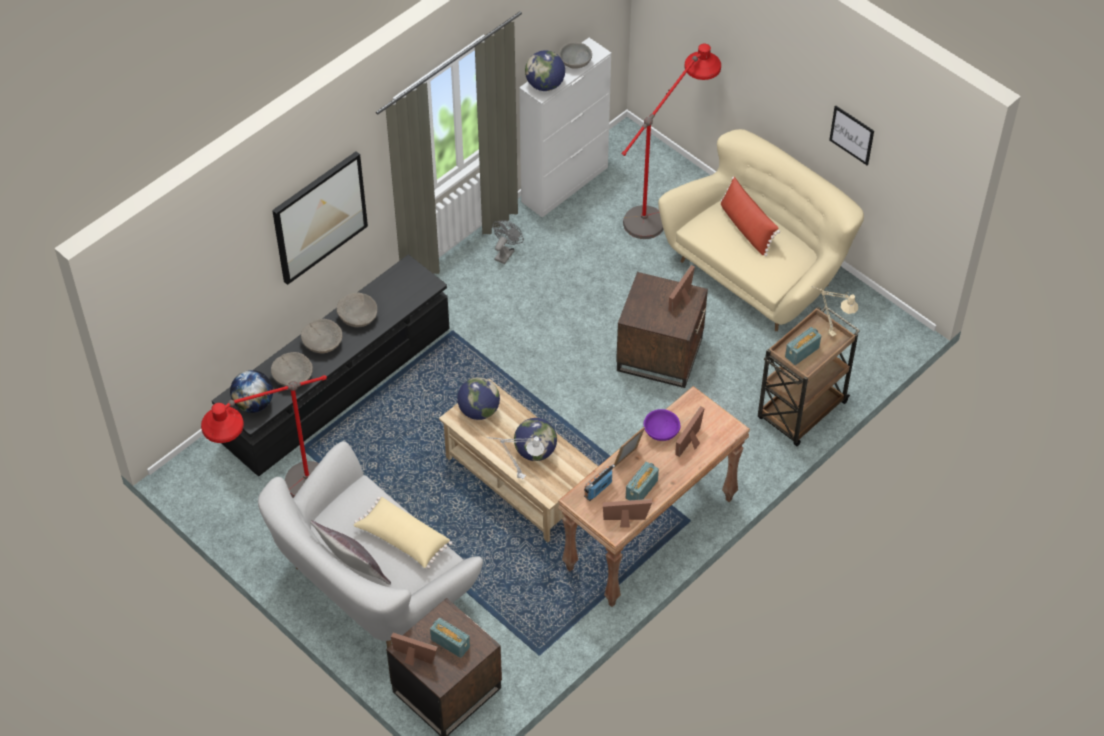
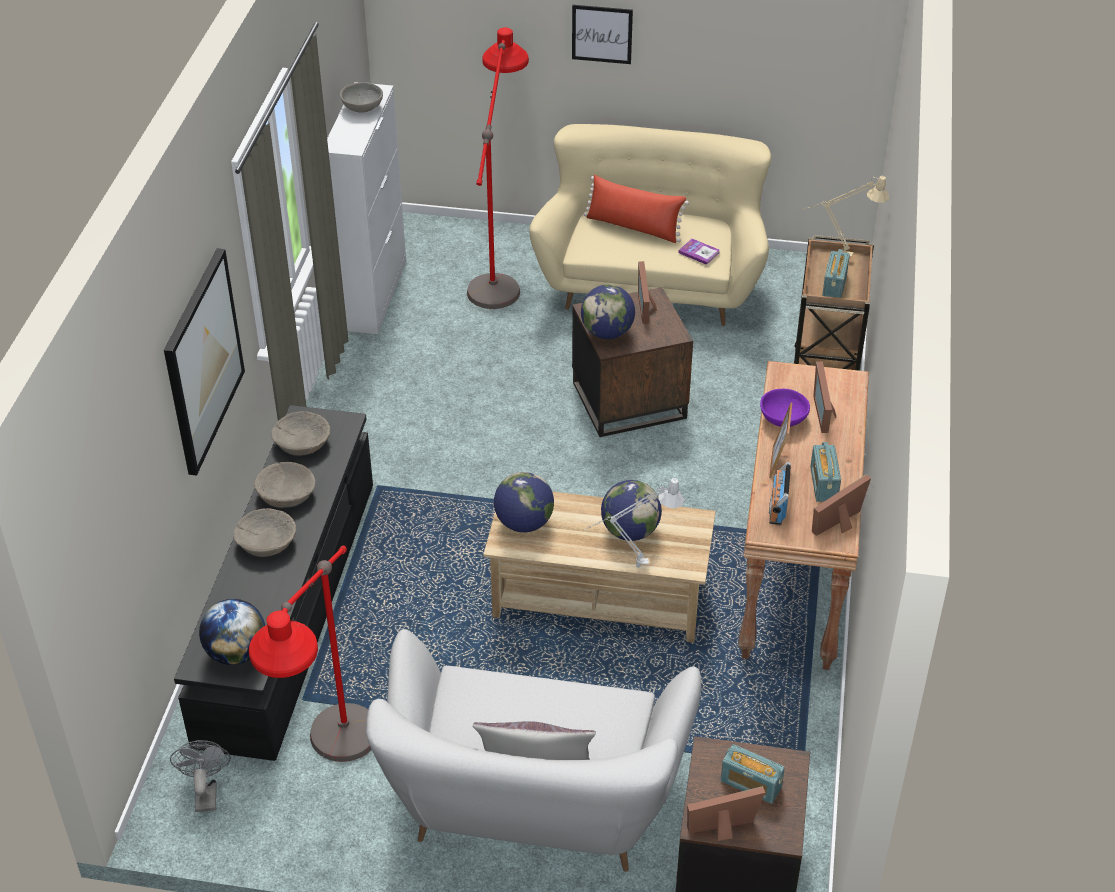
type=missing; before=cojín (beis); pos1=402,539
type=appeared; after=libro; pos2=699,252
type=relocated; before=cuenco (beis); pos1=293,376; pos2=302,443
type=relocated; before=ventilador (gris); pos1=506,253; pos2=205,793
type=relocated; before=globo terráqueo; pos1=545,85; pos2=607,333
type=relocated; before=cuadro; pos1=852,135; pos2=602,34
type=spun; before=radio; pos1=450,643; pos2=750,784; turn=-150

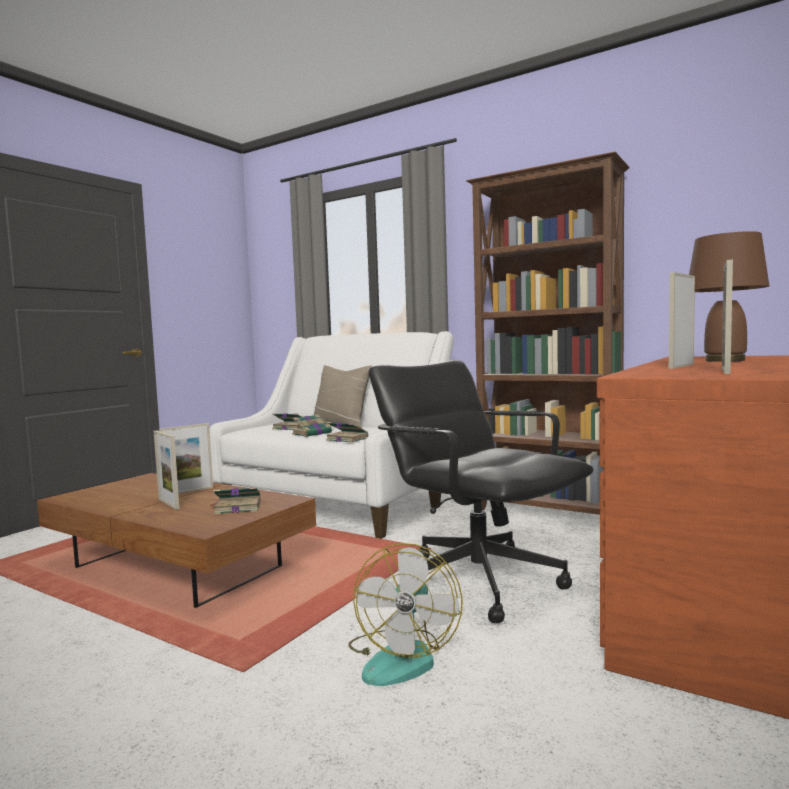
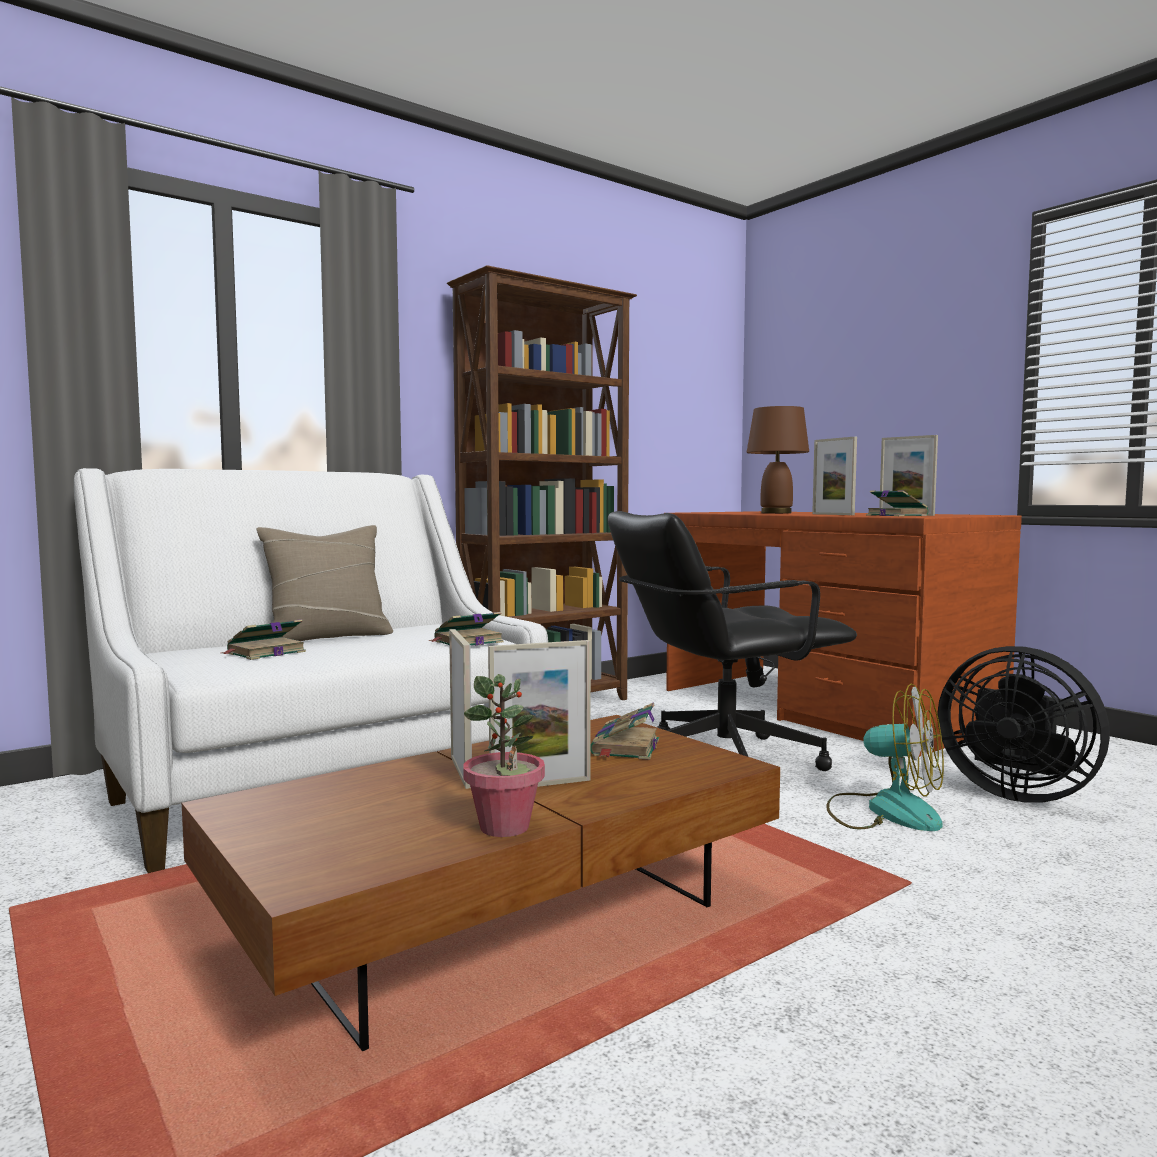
type=appeared; after=planta en maceta; pos2=505,827
type=appeared; after=ventilador (negro); pos2=1015,793
type=relocated; before=libro; pos1=313,433; pos2=895,515

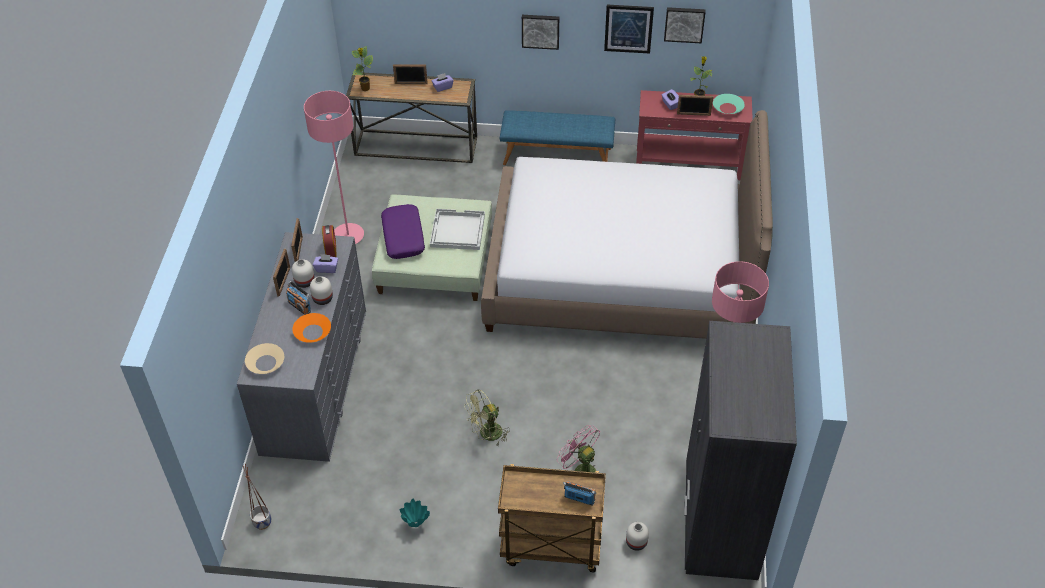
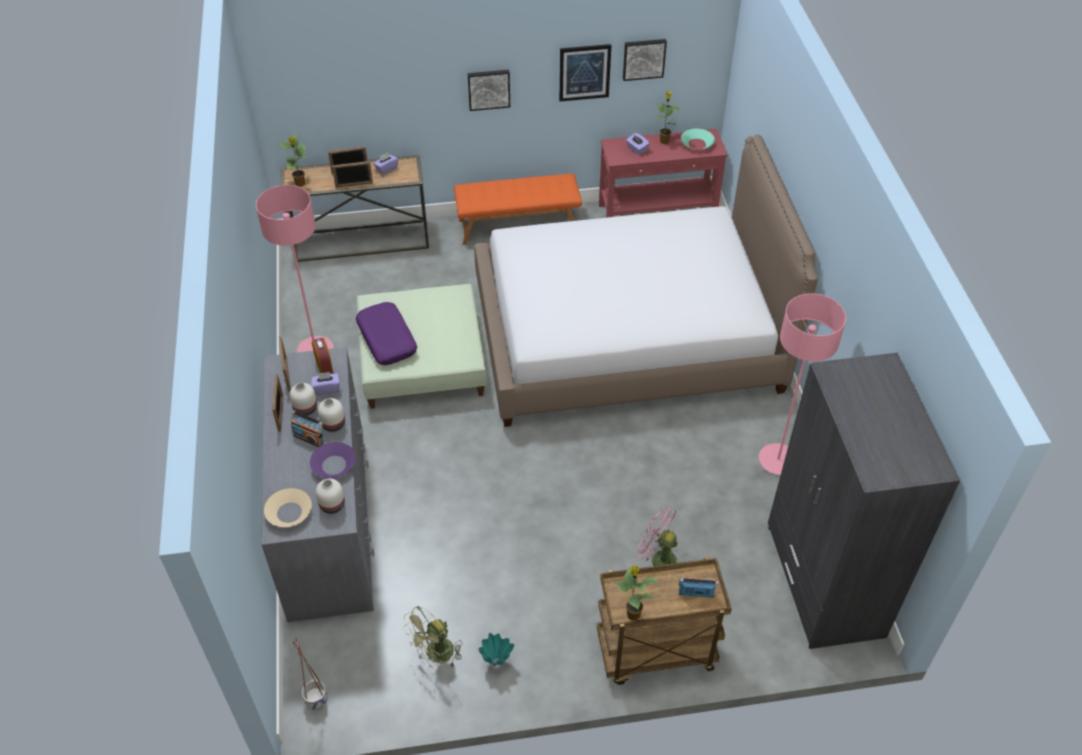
type=missing; before=bandeja (blanco); pos1=457,231
type=appeared; after=planta en maceta; pos2=632,614
type=relocated; before=ventilador (verde); pos1=486,435; pos2=435,655
type=relocated; before=florero (blanco); pos1=636,543; pos2=332,505
type=relocated; before=portarretratos; pos1=693,114; pos2=354,185
type=colour; before=cuenco (naranja); after=cuenco (morado); pos1=312,332; pos2=334,465
type=colour; before=banco (azul); after=banco (naranja); pos1=557,155; pos2=518,225

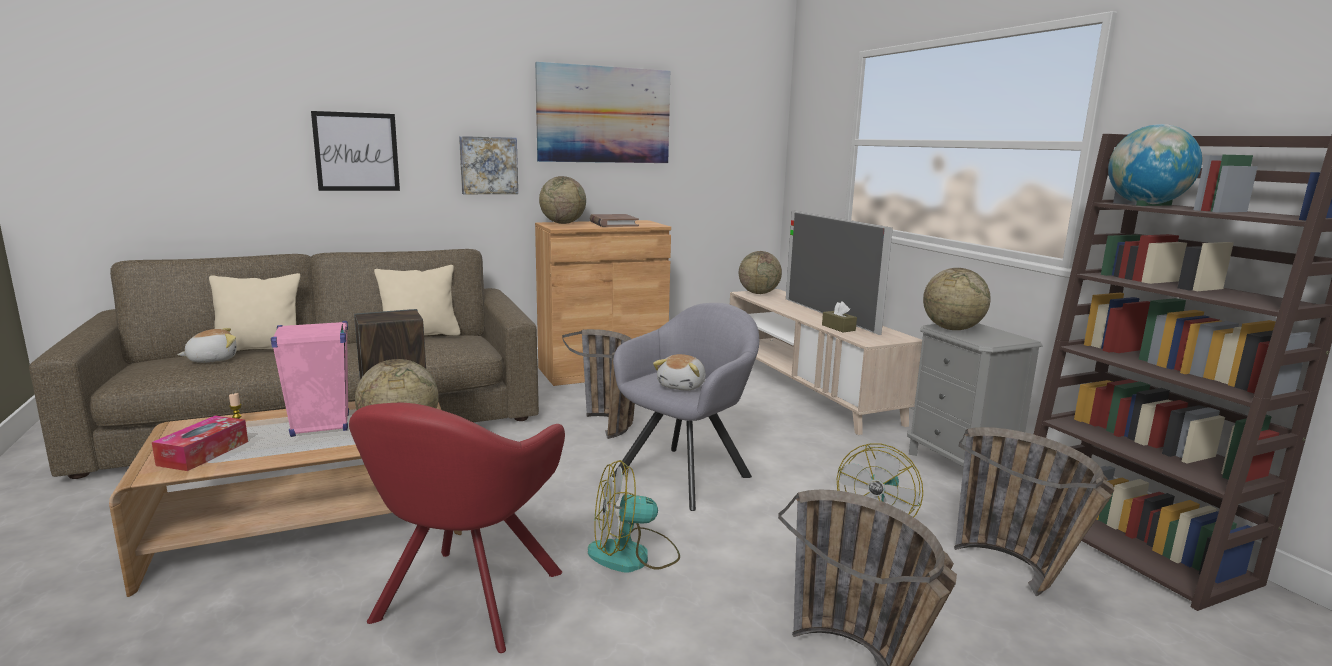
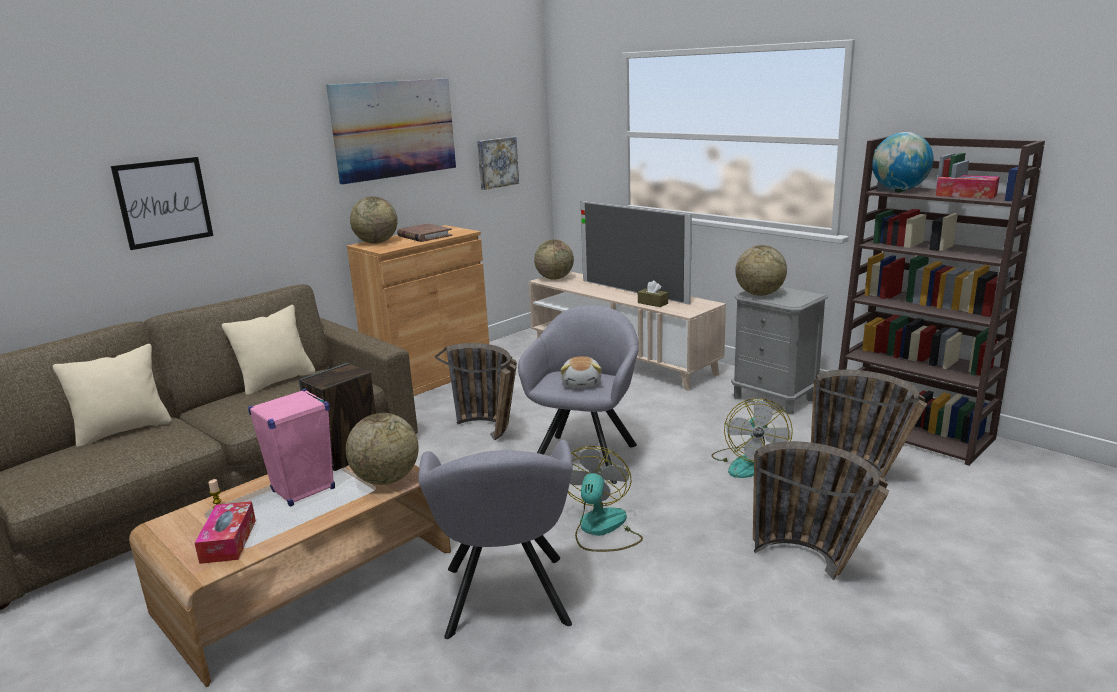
type=missing; before=peluche; pos1=212,359
type=appeared; after=caja de pañuelos; pos2=966,195
type=relocated; before=cuadro; pos1=488,165; pos2=496,162
type=colour; before=sillón (rojo); after=sillón (gris); pos1=463,602; pos2=506,601
type=spun; before=ventilador; pos1=633,555; pos2=601,529; turn=135

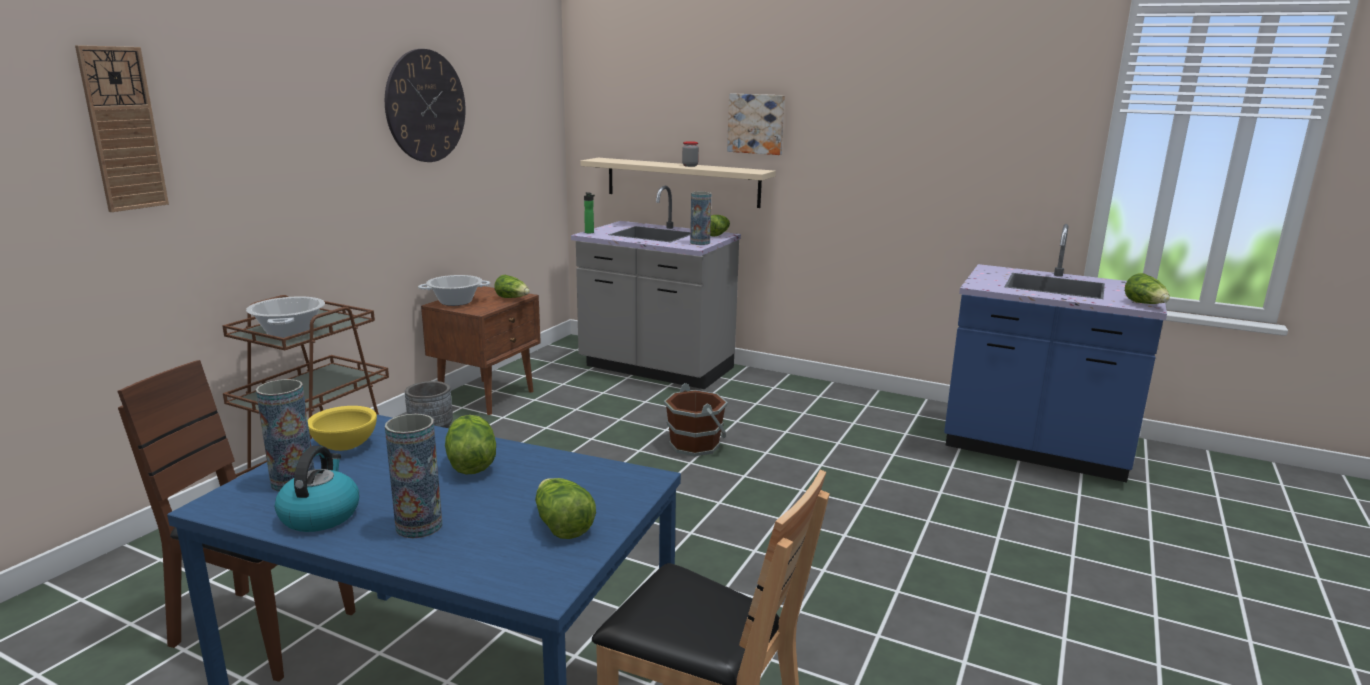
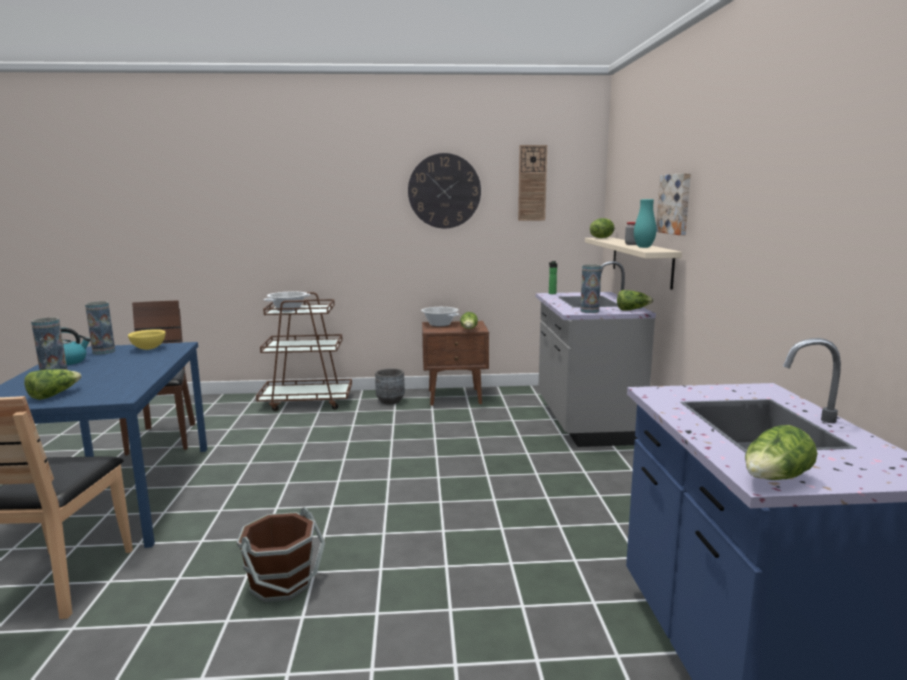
type=appeared; after=florero (turquesa); pos2=643,247
type=relocated; before=reloj de pared; pos1=123,129; pos2=532,183
type=relocated; before=lechuga; pos1=470,465; pos2=602,238
type=relocated; before=cubo (marrón); pos1=695,445; pos2=282,583

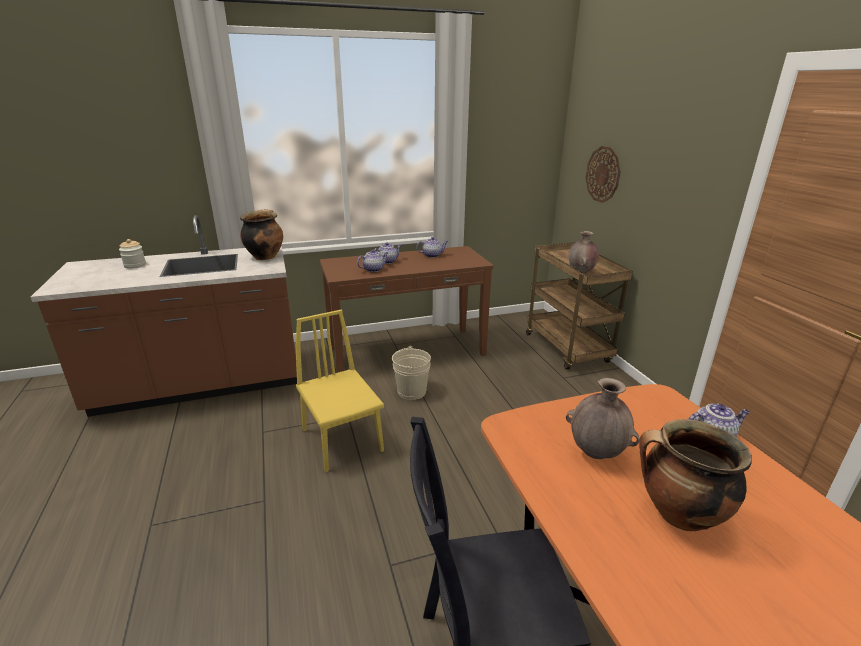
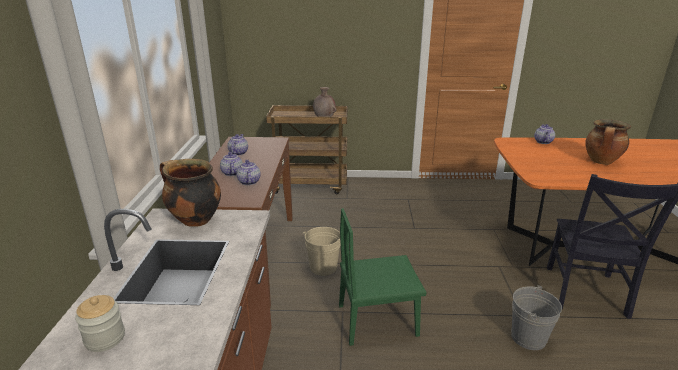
type=missing; before=florero (marrón); pos1=596,453
type=missing; before=reloj de pared; pos1=603,174
type=appeared; after=cubo (gris); pos2=528,337
type=colour; before=silla (amarillo); after=silla (verde); pos1=342,440; pos2=377,320

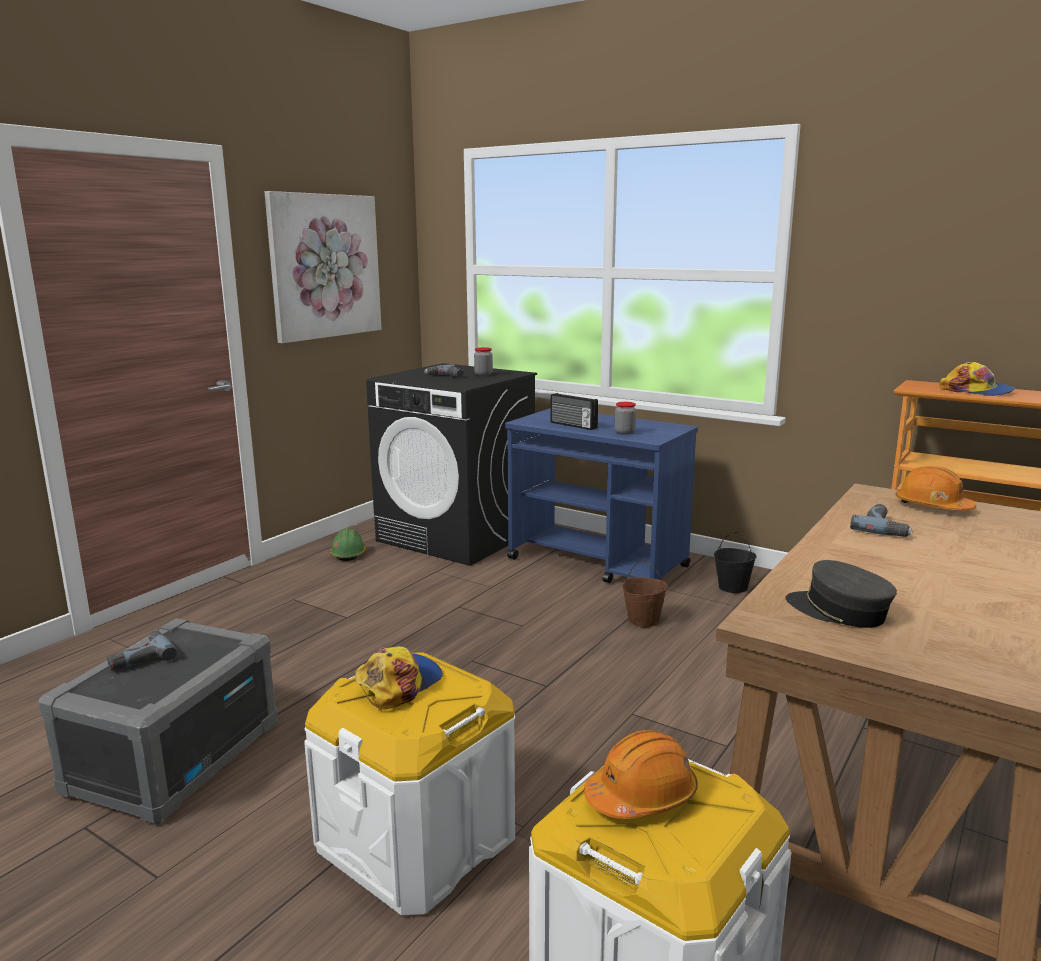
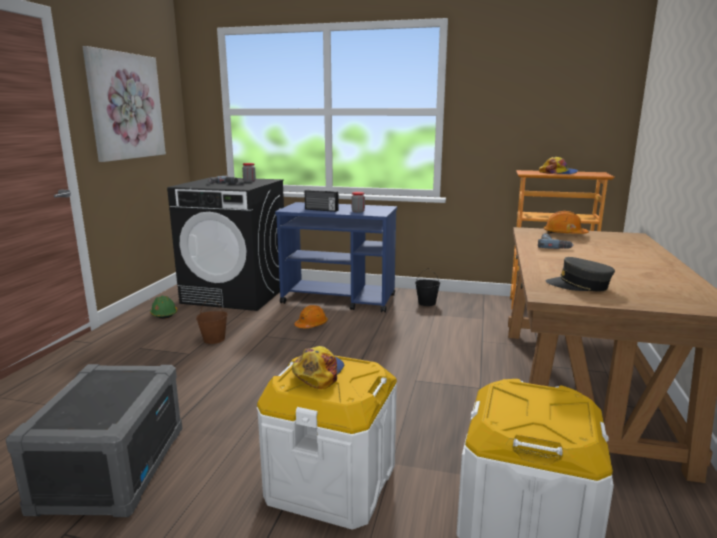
type=missing; before=taladro; pos1=139,657
type=relocated; before=casco (naranja); pos1=641,796; pos2=311,325
type=relocated; before=cubo (marrón); pos1=643,620; pos2=214,339

